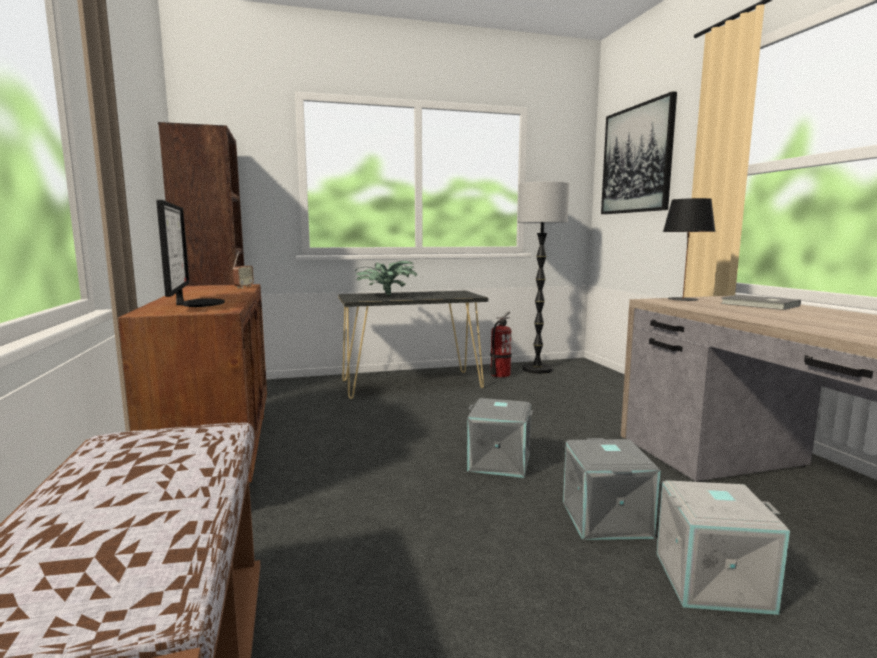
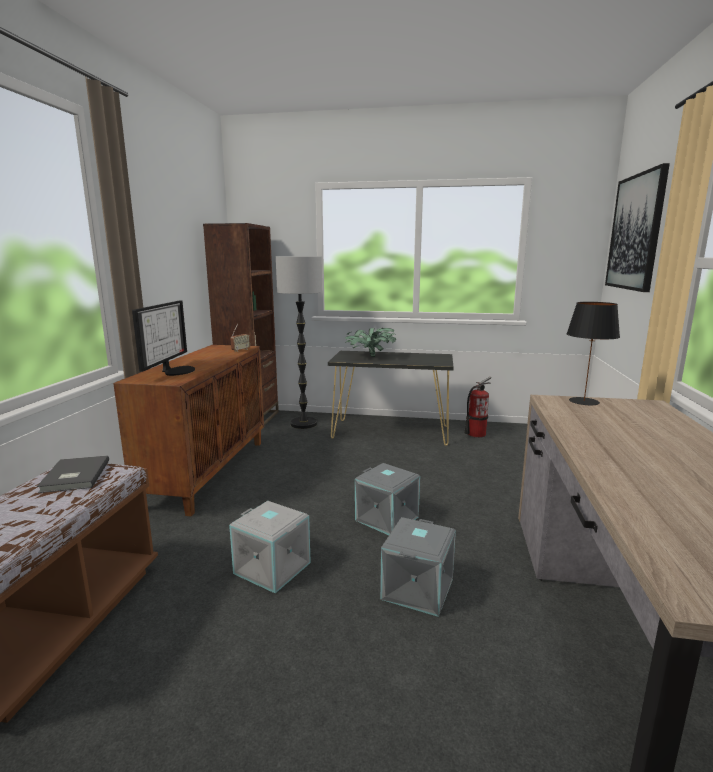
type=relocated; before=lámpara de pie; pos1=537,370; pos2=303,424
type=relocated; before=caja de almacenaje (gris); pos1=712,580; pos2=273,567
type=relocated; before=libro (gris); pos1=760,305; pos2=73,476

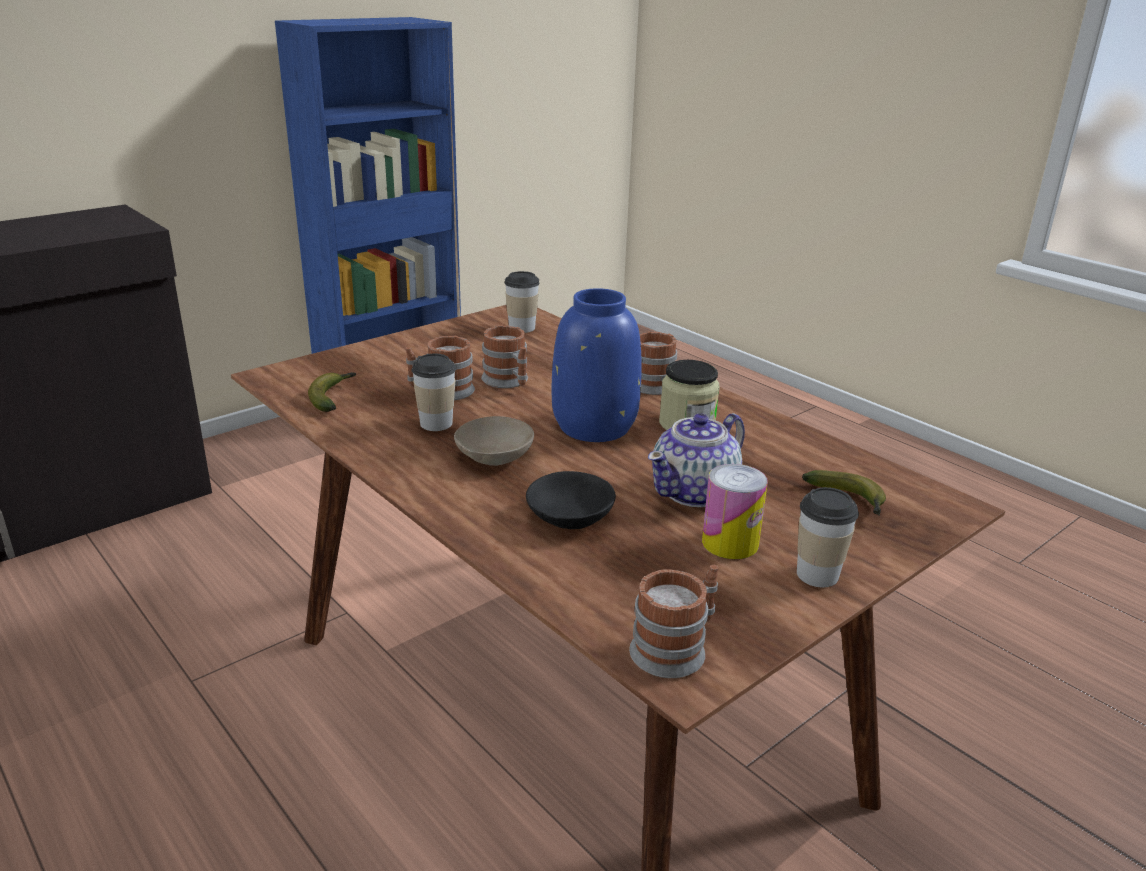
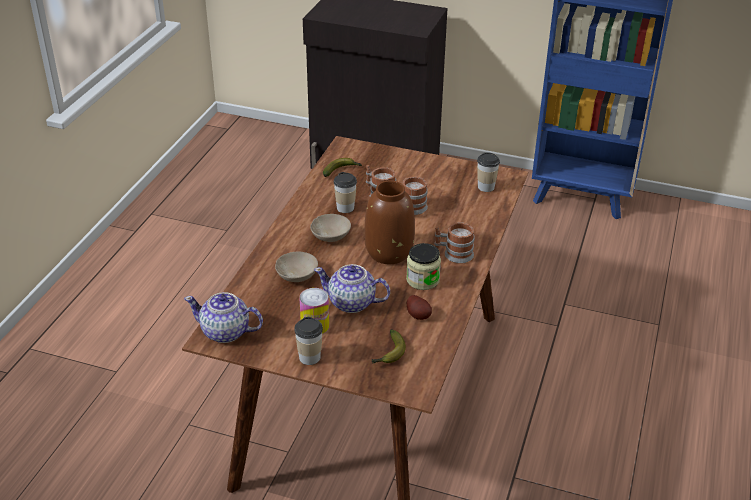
type=appeared; after=patata; pos2=418,315
type=exchanged; before=taza grande; after=tetera; pos1=676,647; pos2=226,332
type=colour; before=cuenco (negro); after=cuenco (beis); pos1=572,516; pos2=298,275
type=colour; before=florero (azul); after=florero (marrón); pos1=593,427; pos2=388,252

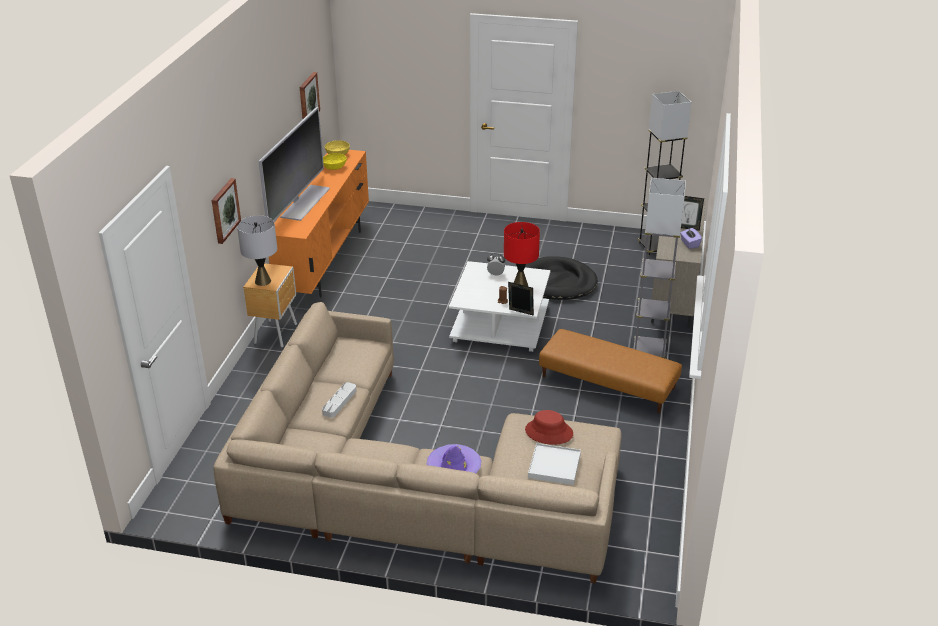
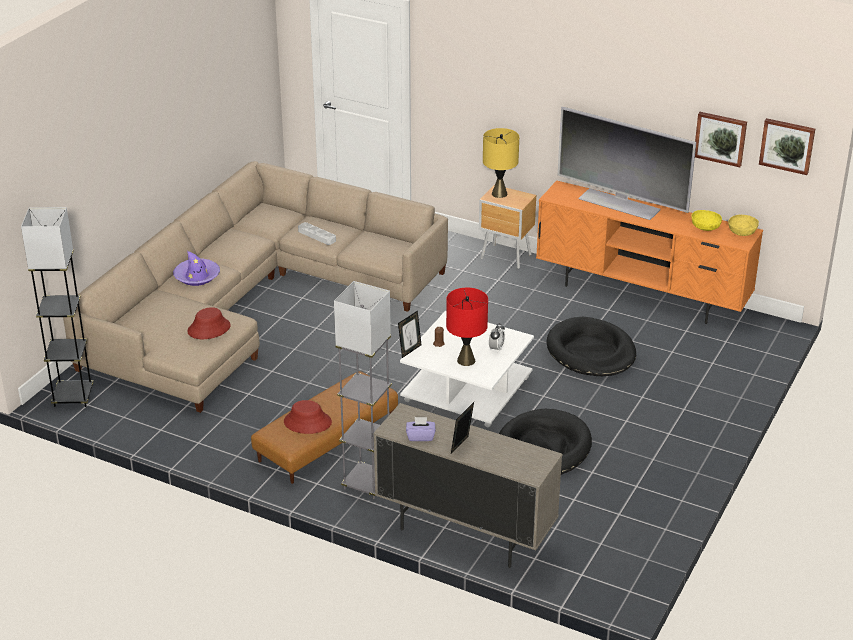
type=missing; before=bandeja (blanco); pos1=554,466
type=appeared; after=sombrero (rojo); pos2=307,422
type=appeared; after=cama para perro (negro); pos2=591,351
type=relocated; before=cuadro; pos1=224,210; pos2=787,145
type=relocated; before=lámpara de pie (gris); pos1=655,247; pos2=73,397
type=colour; before=lámpara de mesa (gris); after=lámpara de mesa (amarillo); pos1=263,281; pos2=499,194

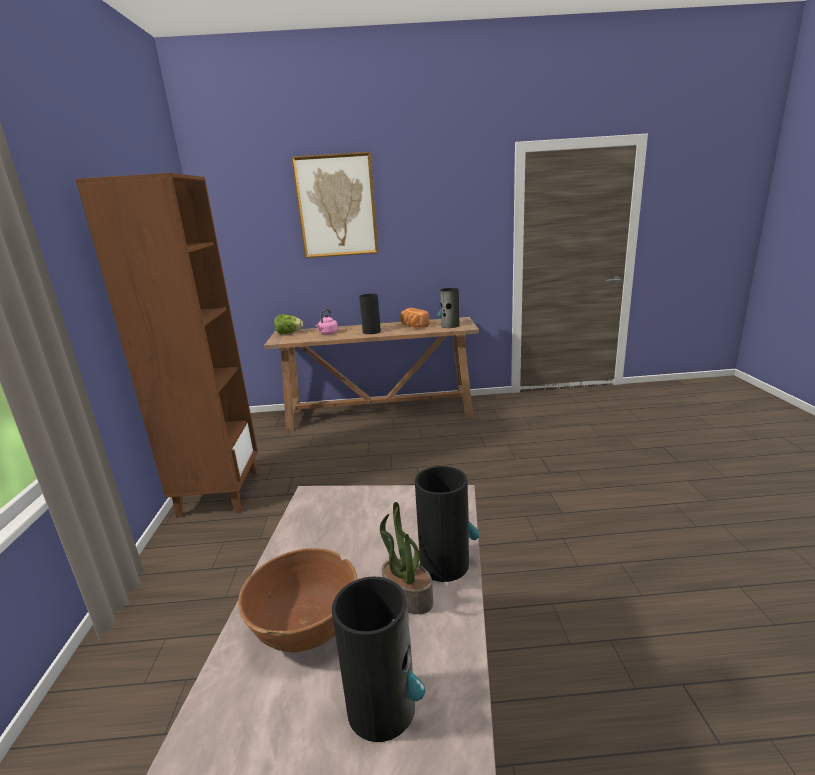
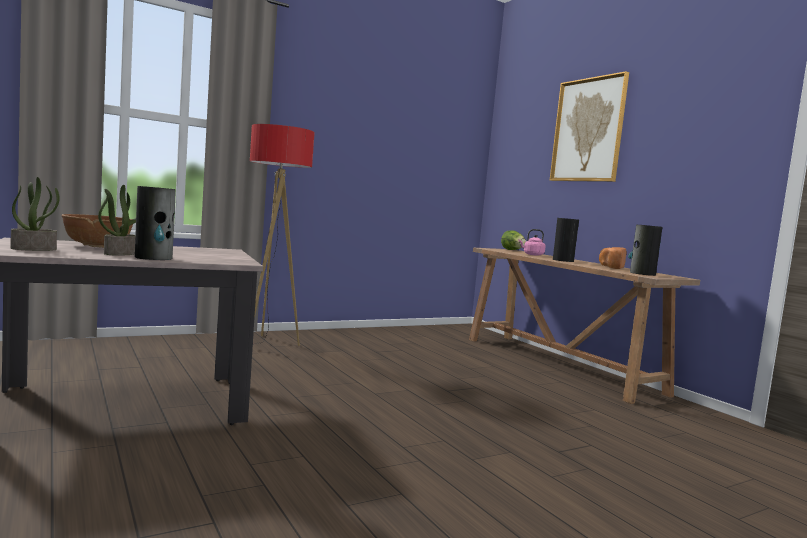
type=missing; before=estantería (marrón); pos1=219,493
type=appeared; after=lámpara de pie; pos2=269,343
type=exchanged; before=florero; after=planta en maceta; pos1=382,707; pos2=34,249

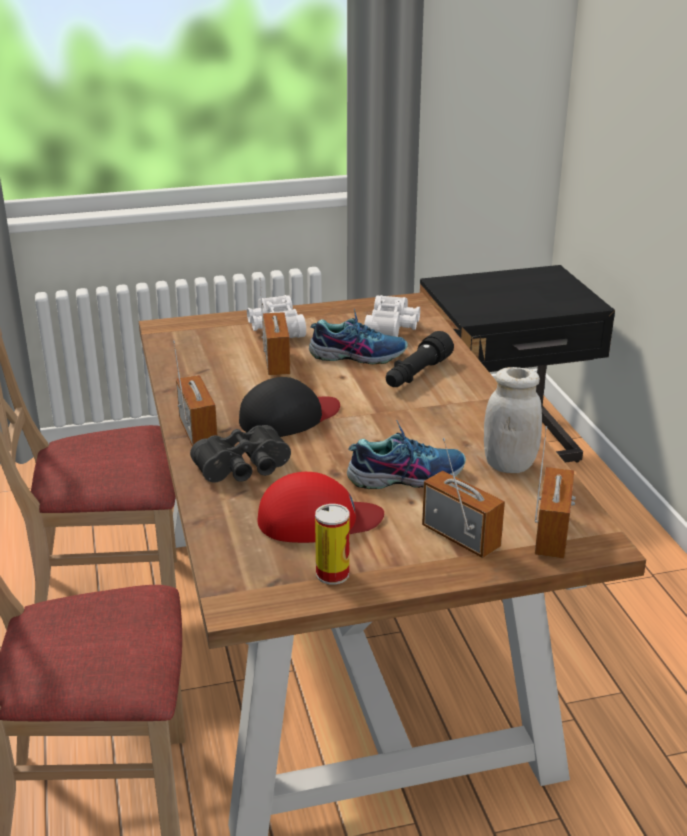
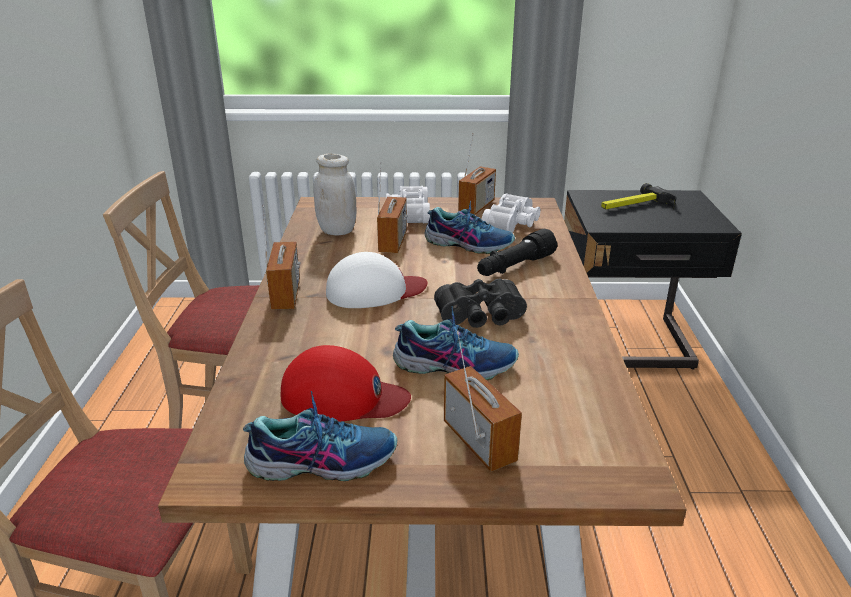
type=appeared; after=martillo; pos2=635,206
type=relocated; before=prismáticos (negro); pos1=244,470; pos2=481,318
type=relocated; before=tarro (blanco); pos1=509,465; pos2=337,231
type=relocated; before=radio; pos1=552,535; pos2=476,207
type=exchanged; before=lata; after=zapato; pos1=332,574; pos2=322,460
type=colour; before=gorra (negro); after=gorra (blanco); pos1=288,417; pos2=375,291

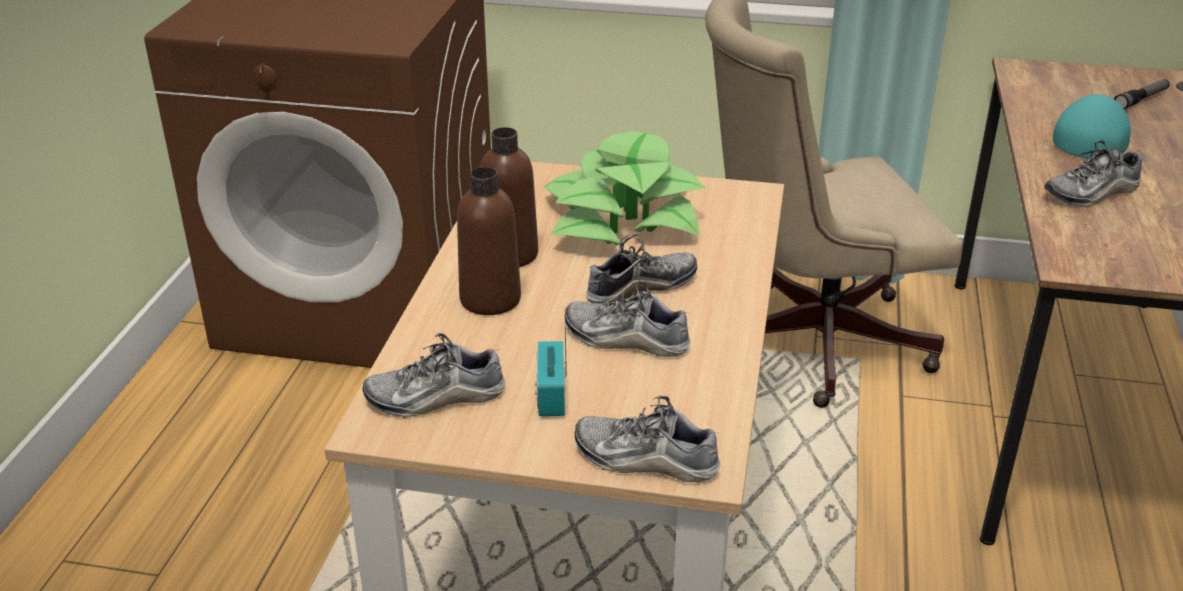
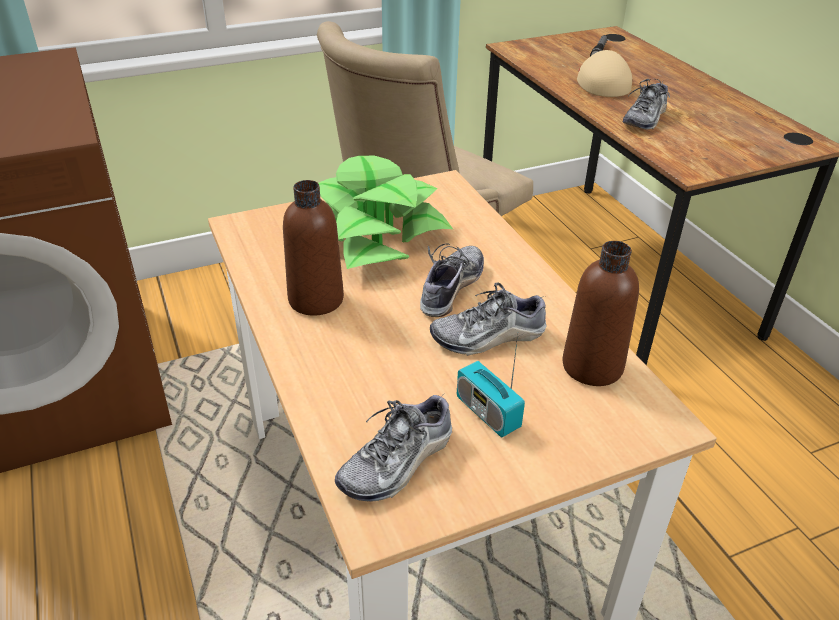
type=missing; before=zapato; pos1=645,459
type=relocated; before=botella (marrón); pos1=490,299; pos2=592,366
type=colour; before=gorra (turquesa); after=gorra (beis); pos1=1091,136; pos2=601,82

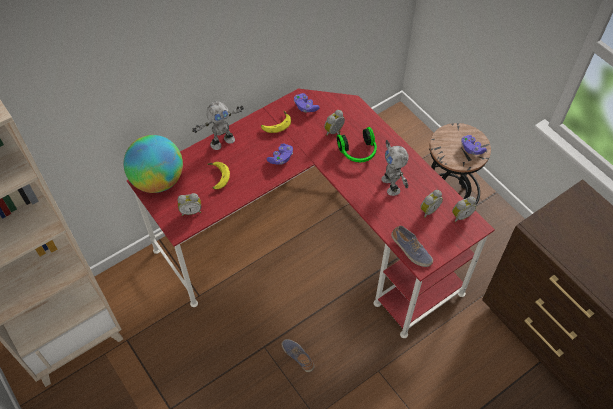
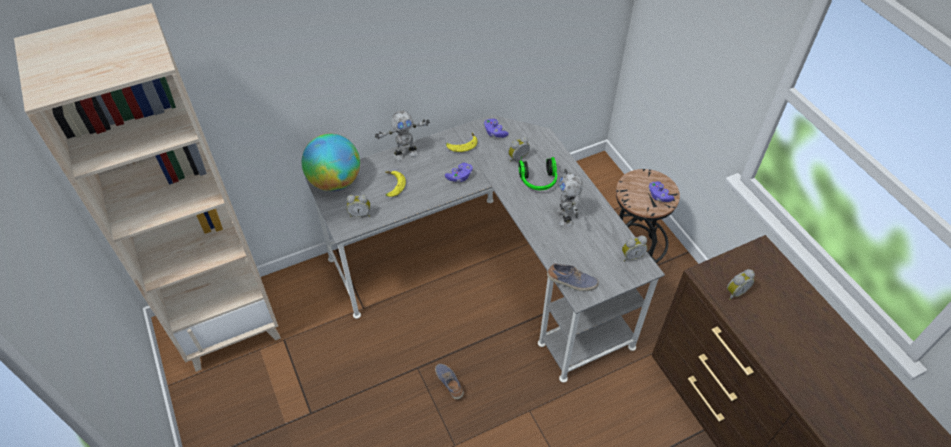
type=relocated; before=despertador; pos1=428,210; pos2=734,292
type=colour; before=escritorio (rojo); after=escritorio (gris); pos1=312,241; pos2=487,272
type=spun; before=zapato; pos1=410,251; pos2=571,282; turn=-45

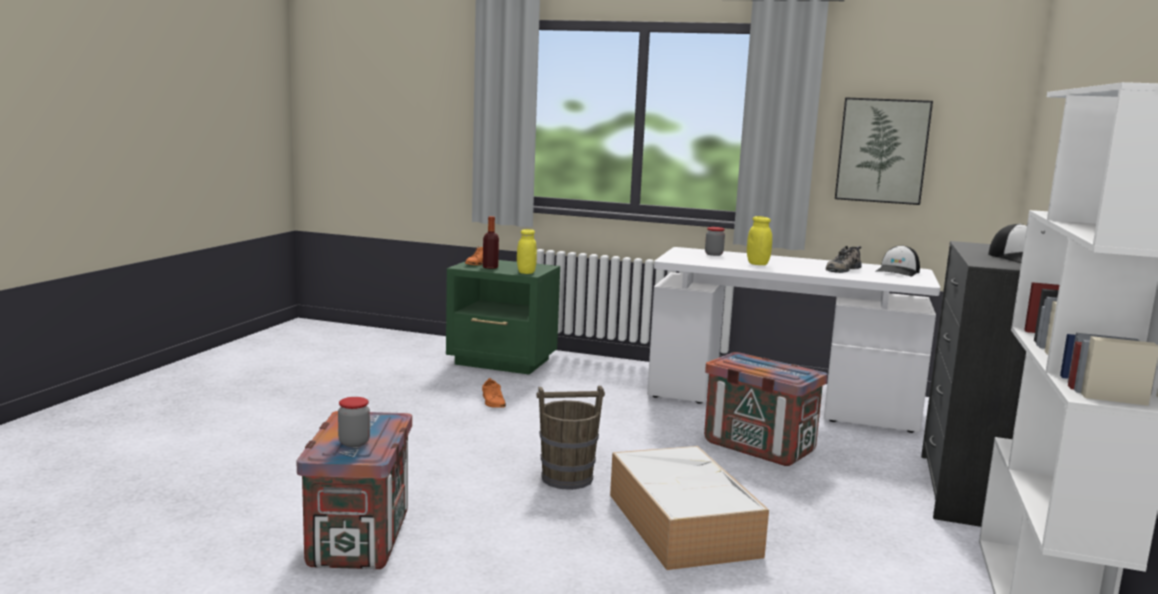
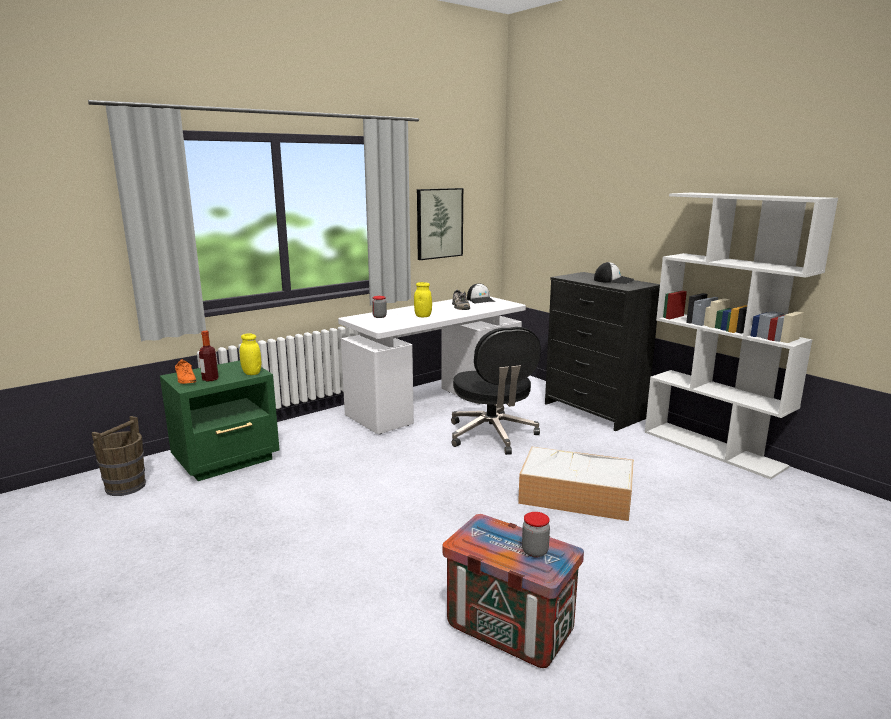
type=missing; before=zapato (naranja); pos1=493,402
type=relocated; before=cubo (marrón); pos1=567,478; pos2=126,486
type=exchanged; before=caja de embalaje; after=silla de oficina (negro); pos1=757,447; pos2=492,435

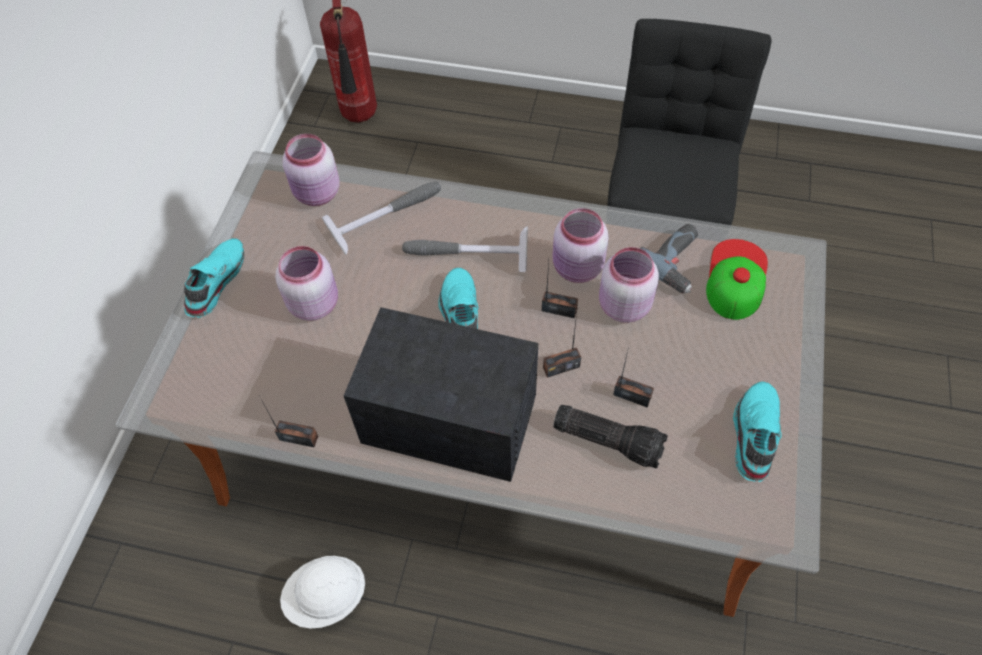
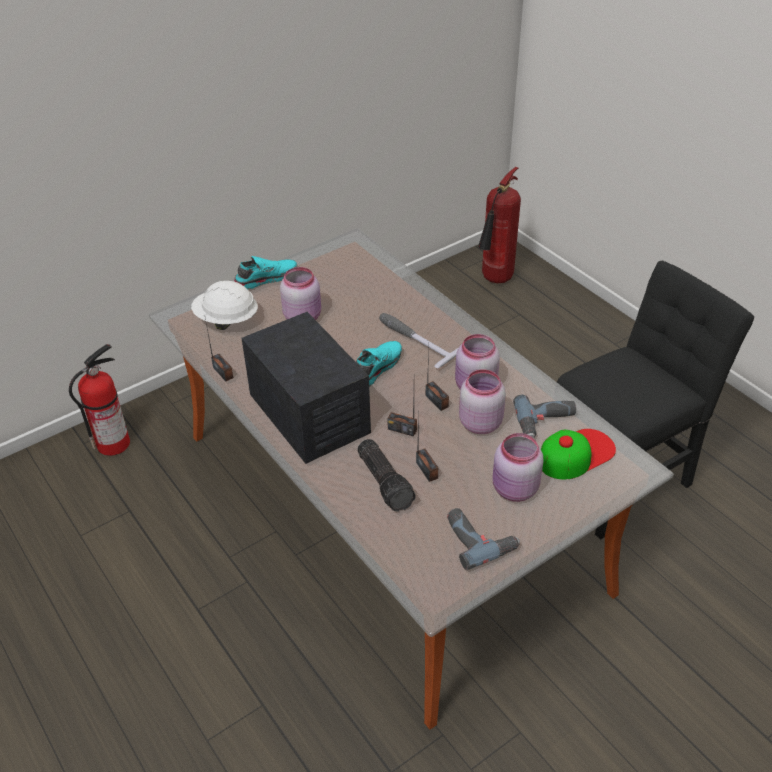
type=missing; before=martillo; pos1=388,215
type=appeared; after=extintor; pos2=114,443
type=relocated; before=casco (blanco); pos1=327,597; pos2=226,320
type=relocated; before=tarro (rosa); pos1=317,194; pos2=514,490
type=exchanged; before=zapato (turquesa); after=taladro; pos1=753,434; pos2=479,538

